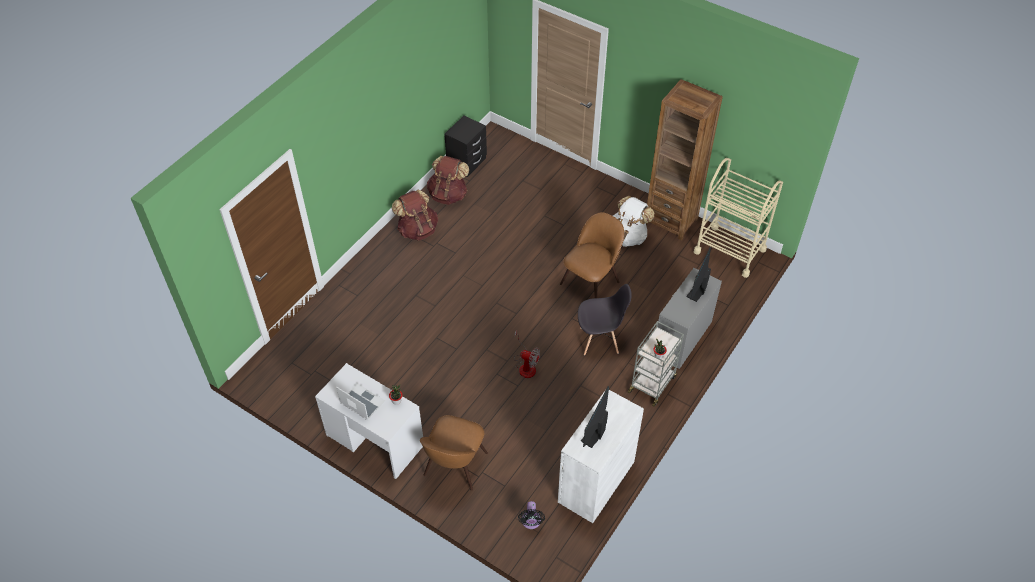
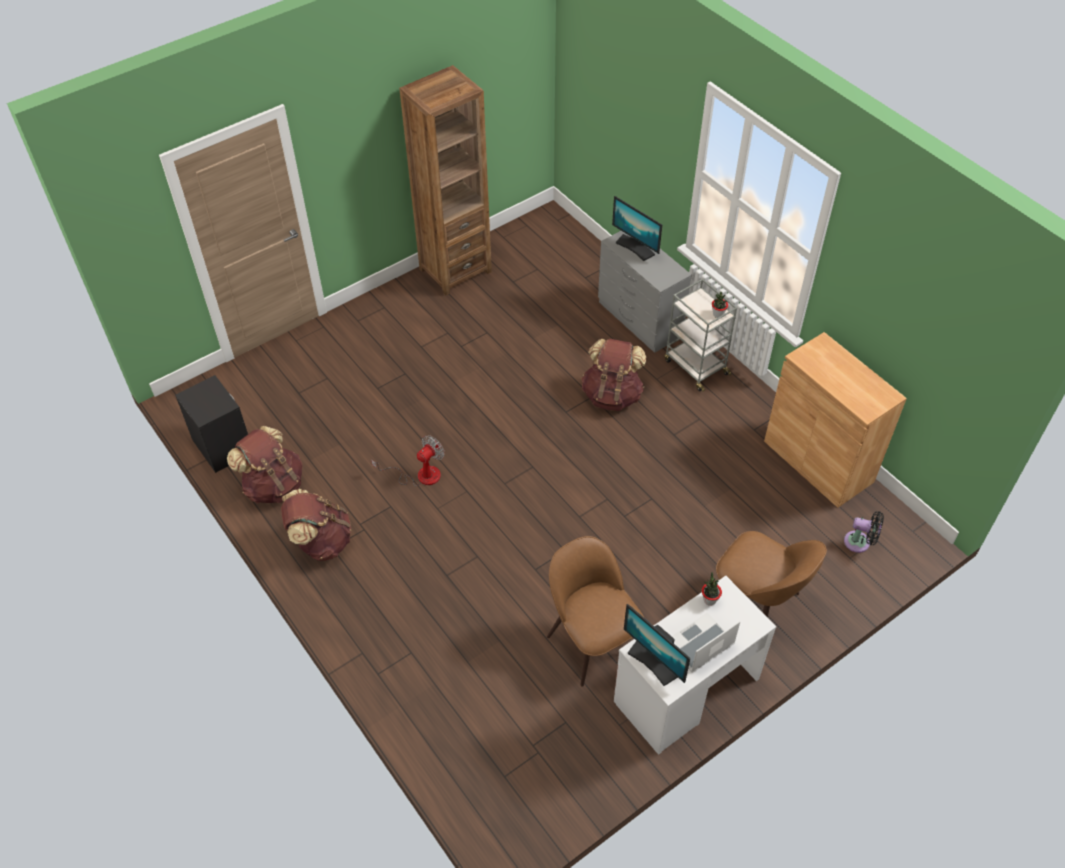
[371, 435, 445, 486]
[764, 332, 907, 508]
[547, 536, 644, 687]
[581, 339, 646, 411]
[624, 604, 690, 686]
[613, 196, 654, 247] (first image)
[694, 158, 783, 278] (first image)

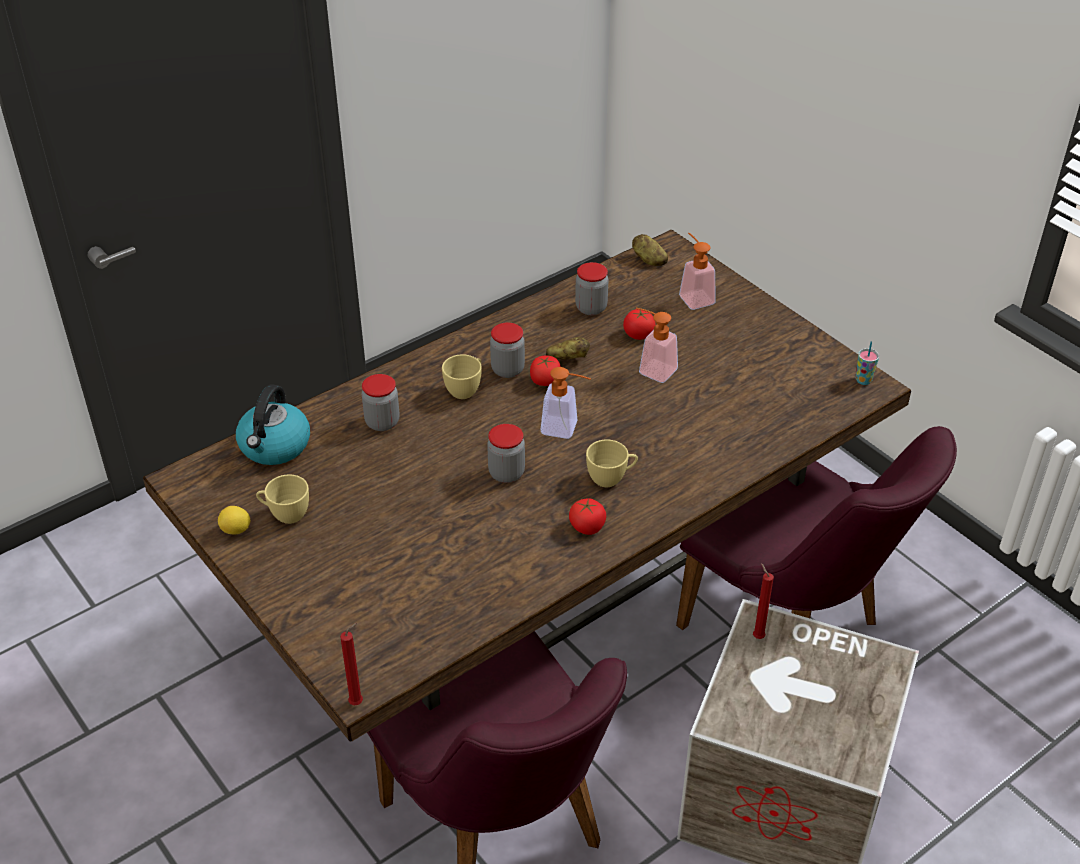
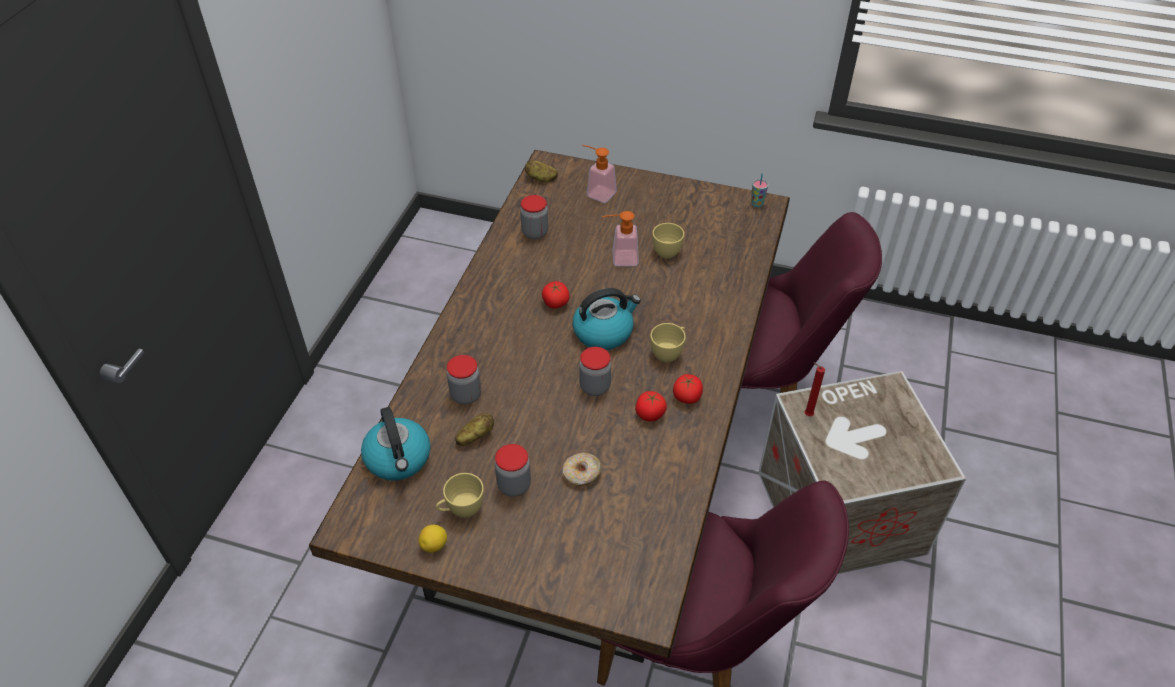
[340, 623, 363, 705] (first image)
[652, 223, 684, 259]
[495, 444, 531, 497]
[572, 288, 641, 350]
[455, 413, 494, 446]
[635, 391, 667, 421]
[563, 452, 602, 486]

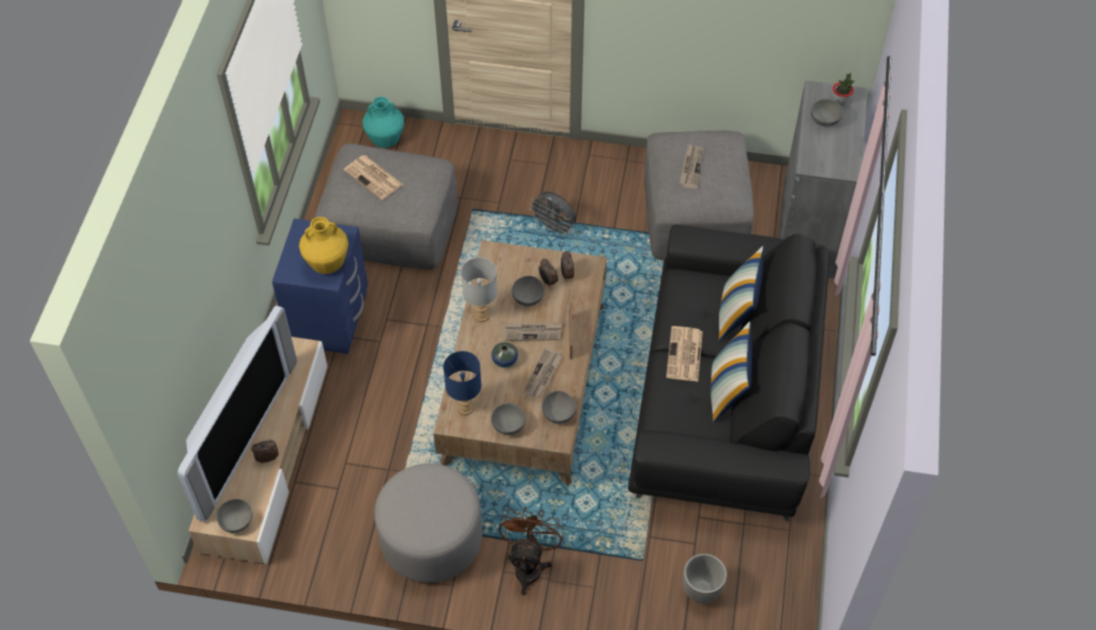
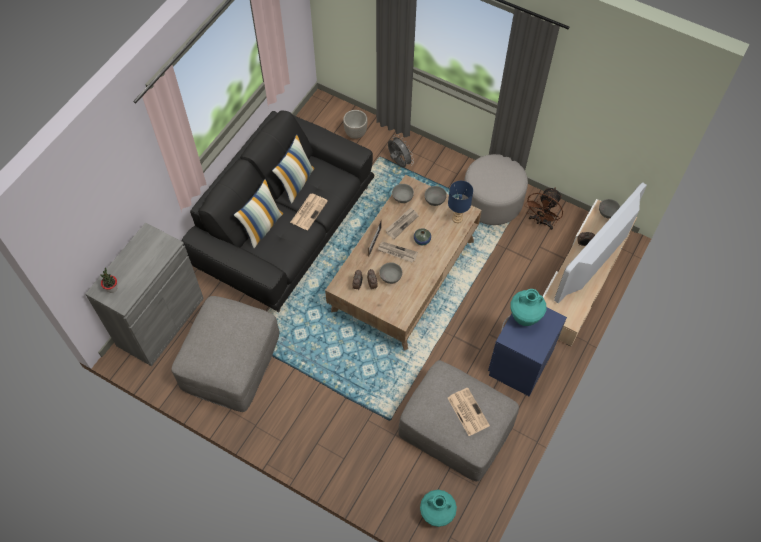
[510, 289, 547, 326]
[461, 258, 497, 322] (first image)
[524, 187, 563, 230]
[388, 135, 414, 168]
[680, 144, 704, 189] (first image)
[811, 99, 843, 126] (first image)

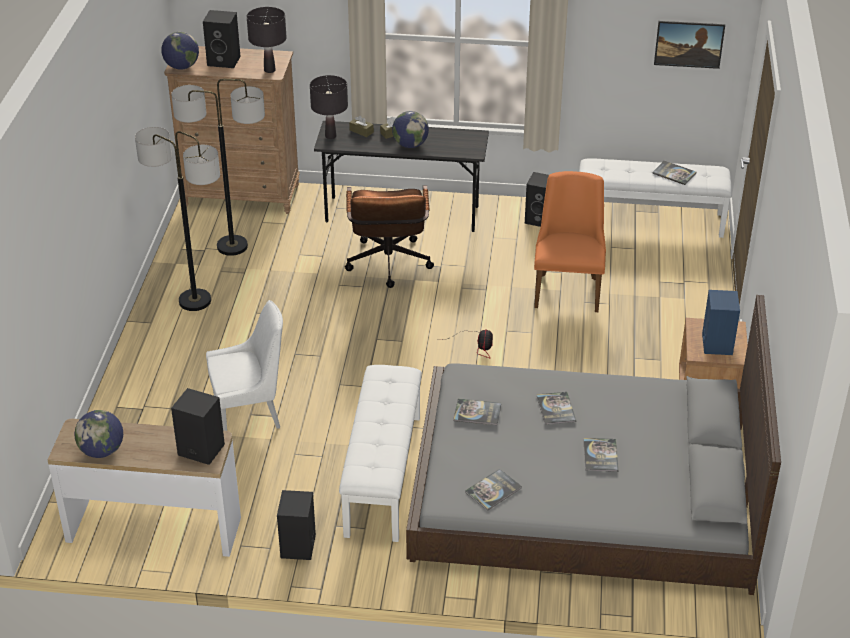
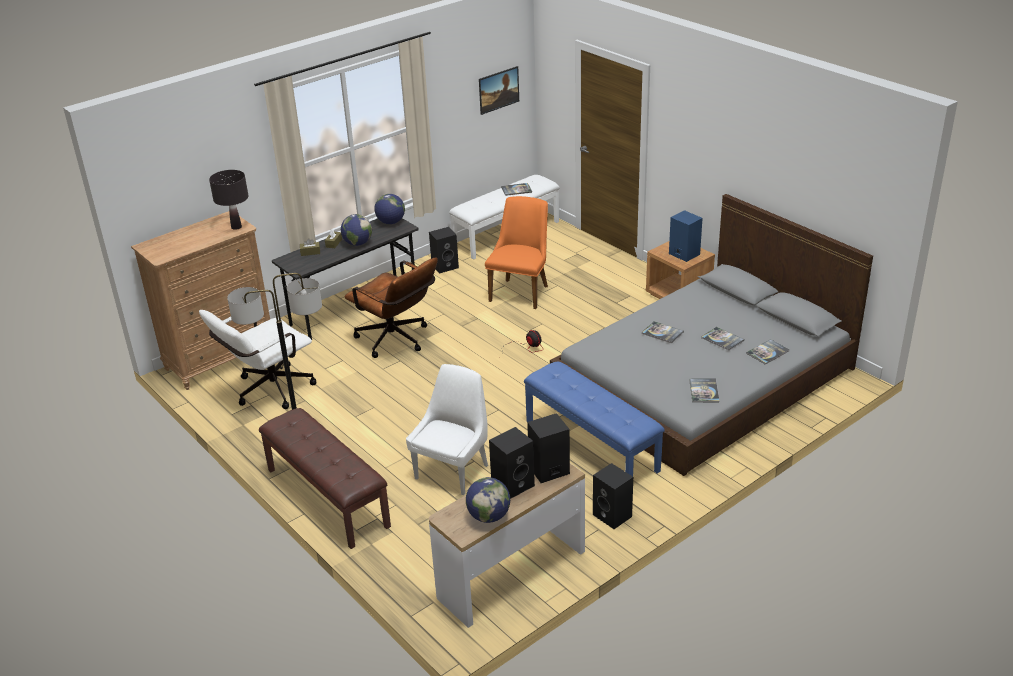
[374, 194, 405, 224]
[199, 310, 316, 409]
[489, 427, 535, 499]
[310, 75, 348, 139] (first image)
[524, 362, 665, 476]
[746, 339, 789, 365]
[485, 196, 548, 309]
[259, 408, 391, 549]

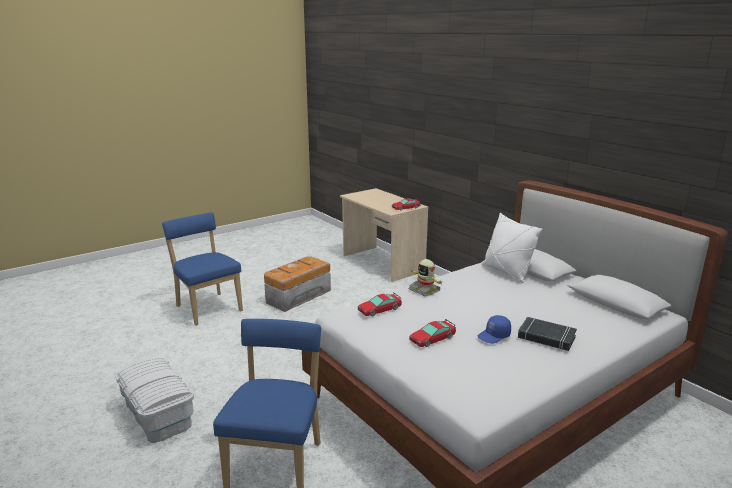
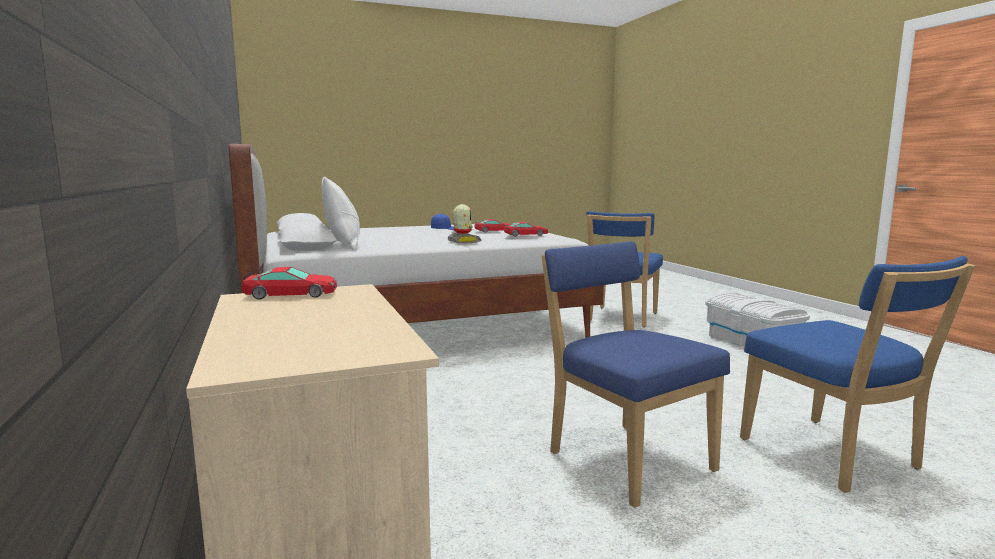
[542, 241, 730, 508]
[518, 317, 577, 351] (first image)

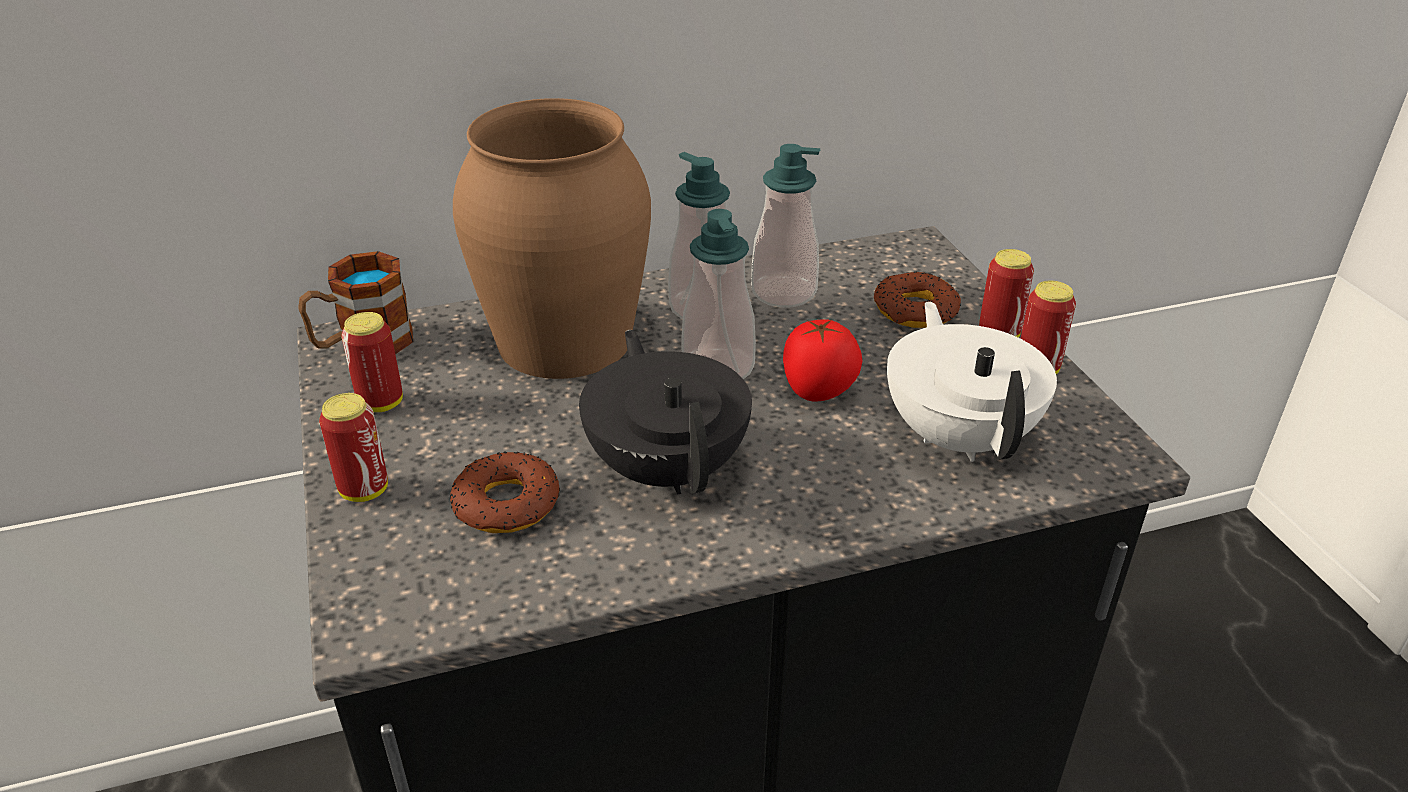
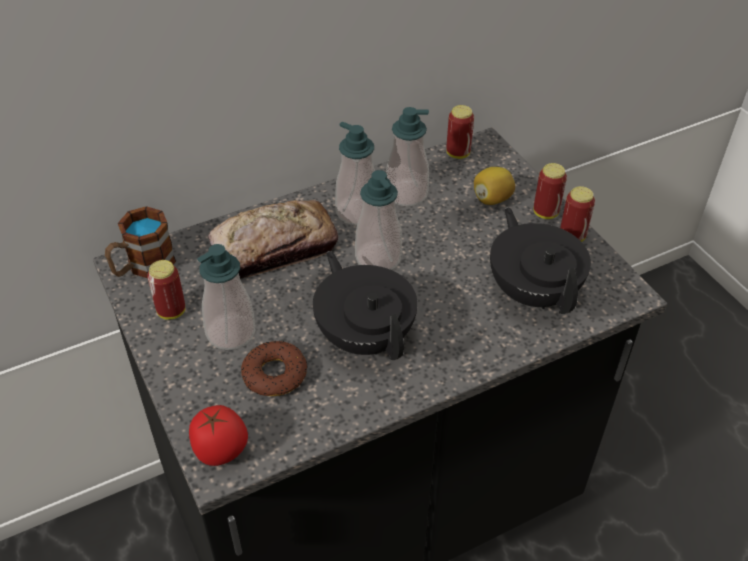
[446, 105, 474, 159]
[208, 200, 338, 279]
[189, 405, 248, 466]
[474, 167, 515, 205]
[490, 208, 591, 314]
[197, 244, 255, 350]

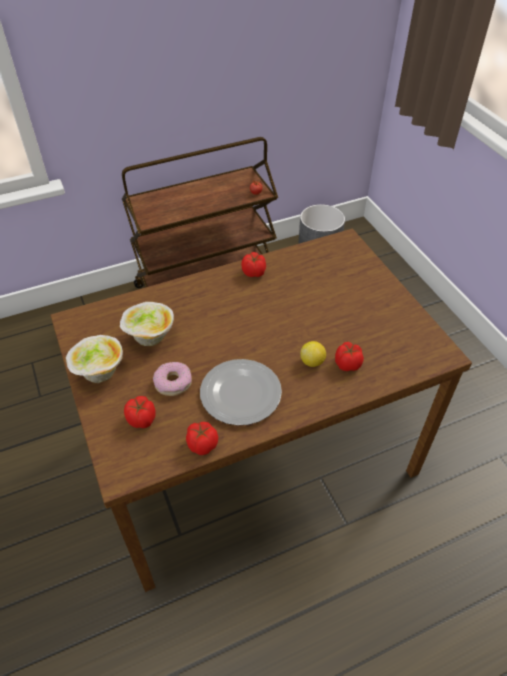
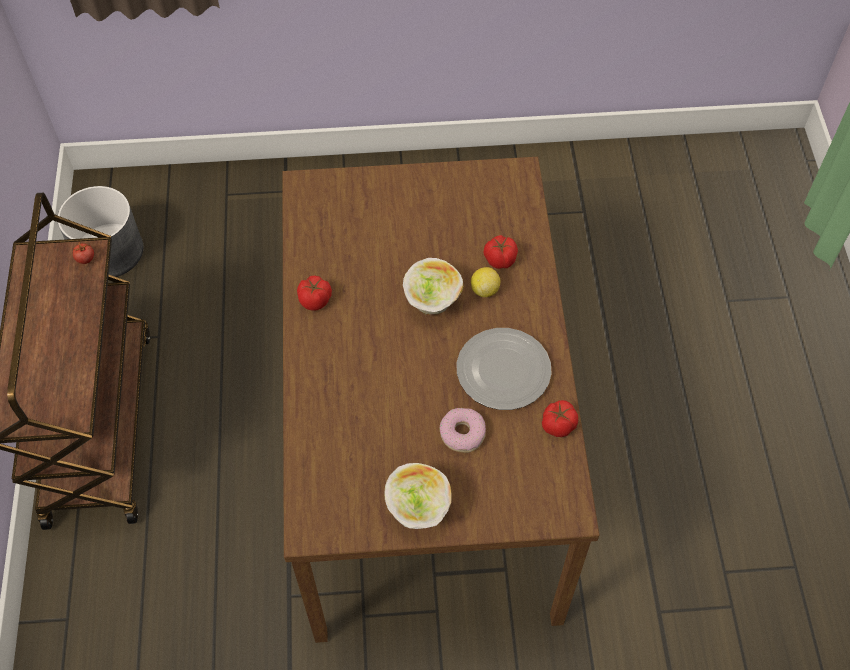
[403, 258, 463, 315]
[124, 396, 156, 428] (first image)

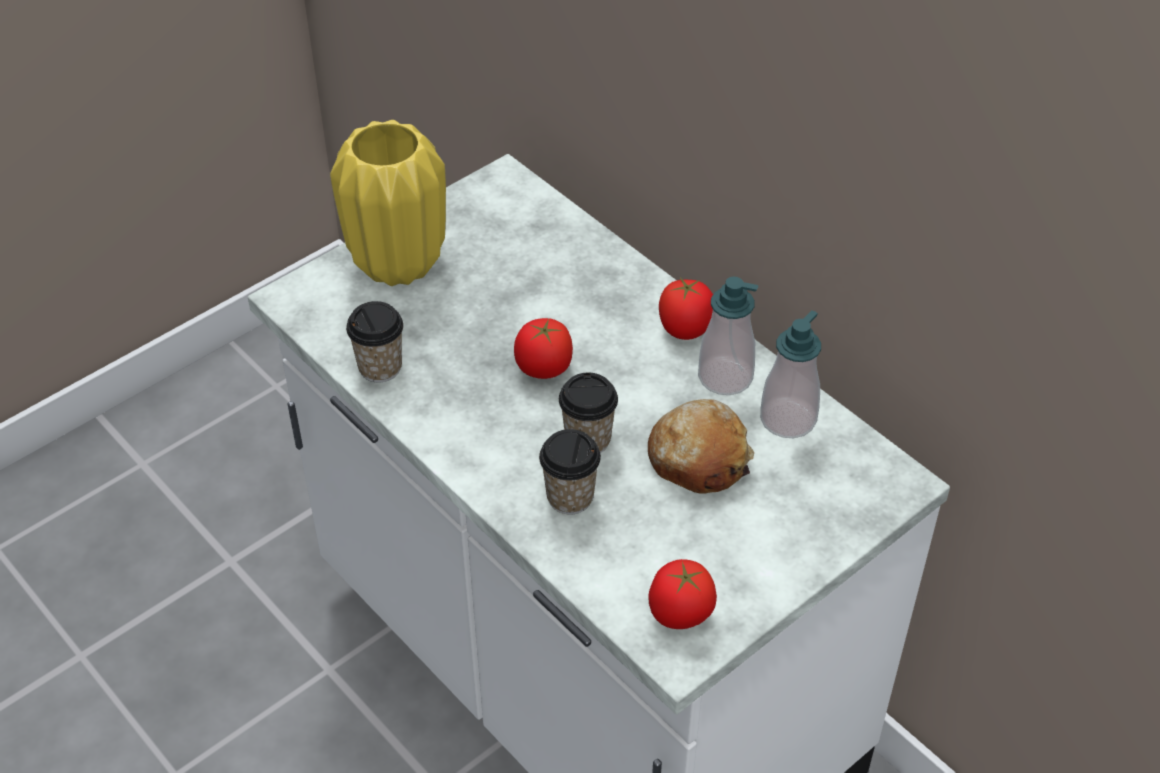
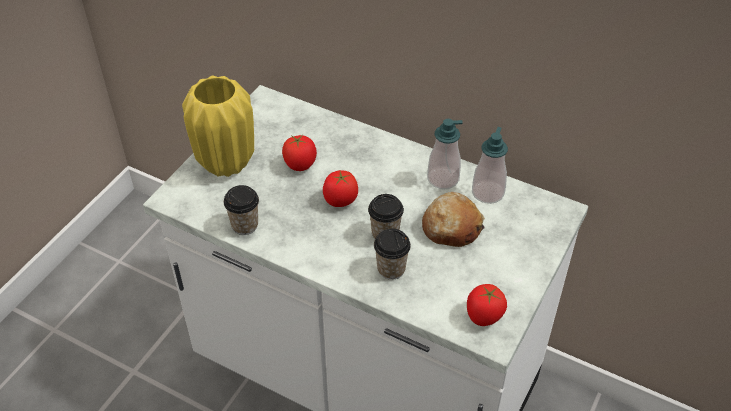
[282, 135, 317, 171]

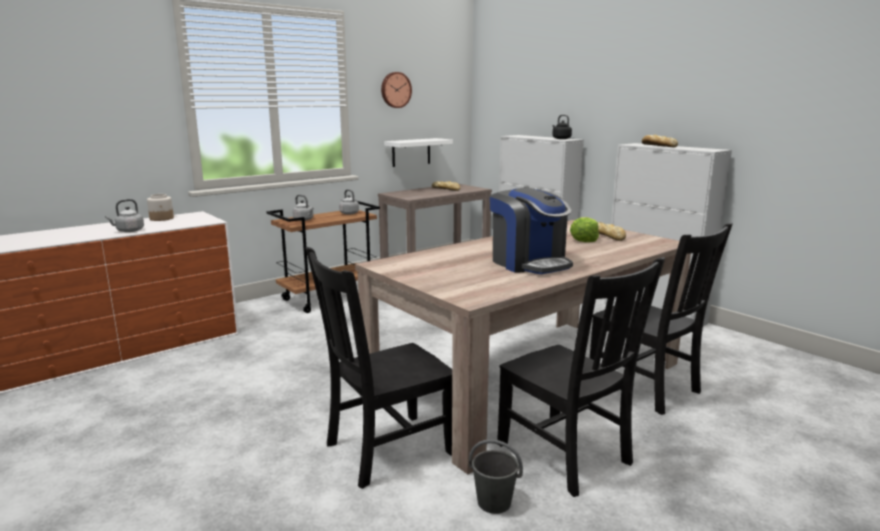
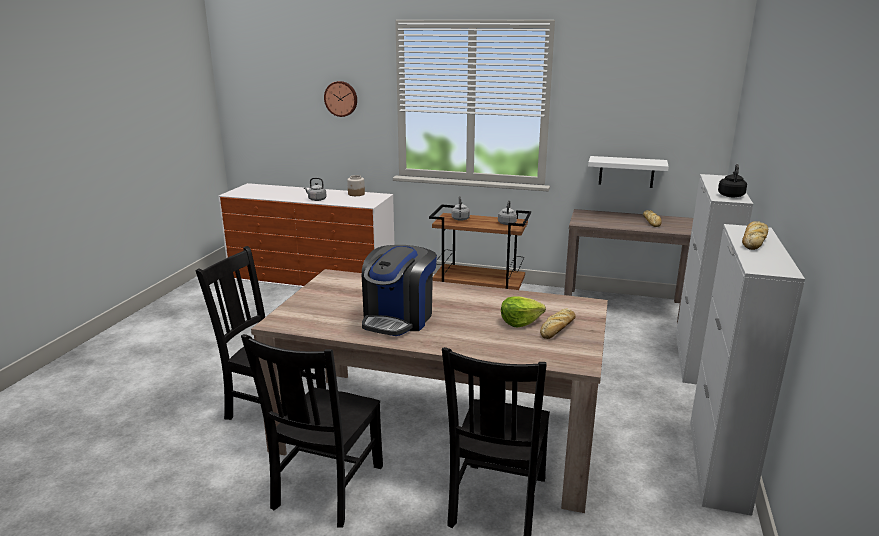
[324, 81, 357, 117]
[469, 439, 523, 514] (first image)

